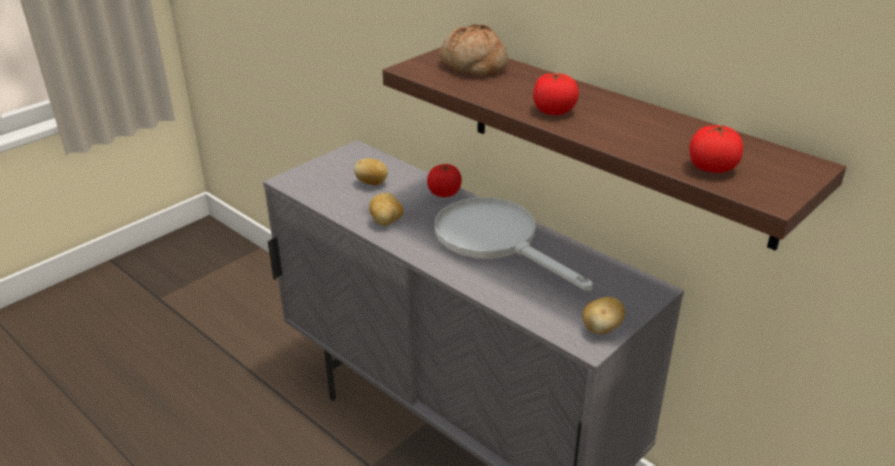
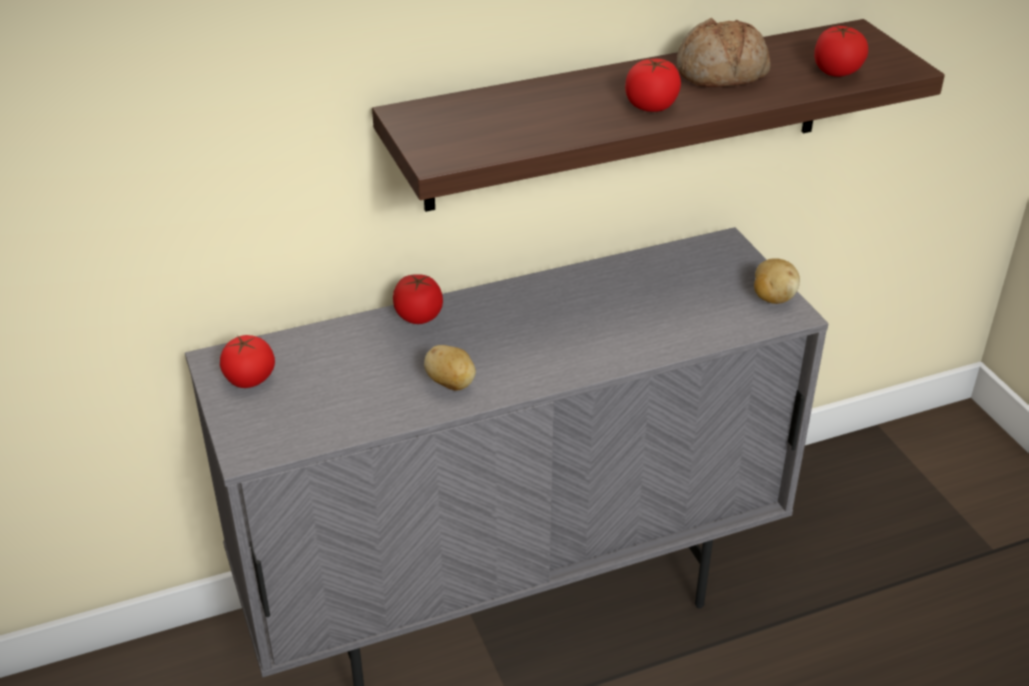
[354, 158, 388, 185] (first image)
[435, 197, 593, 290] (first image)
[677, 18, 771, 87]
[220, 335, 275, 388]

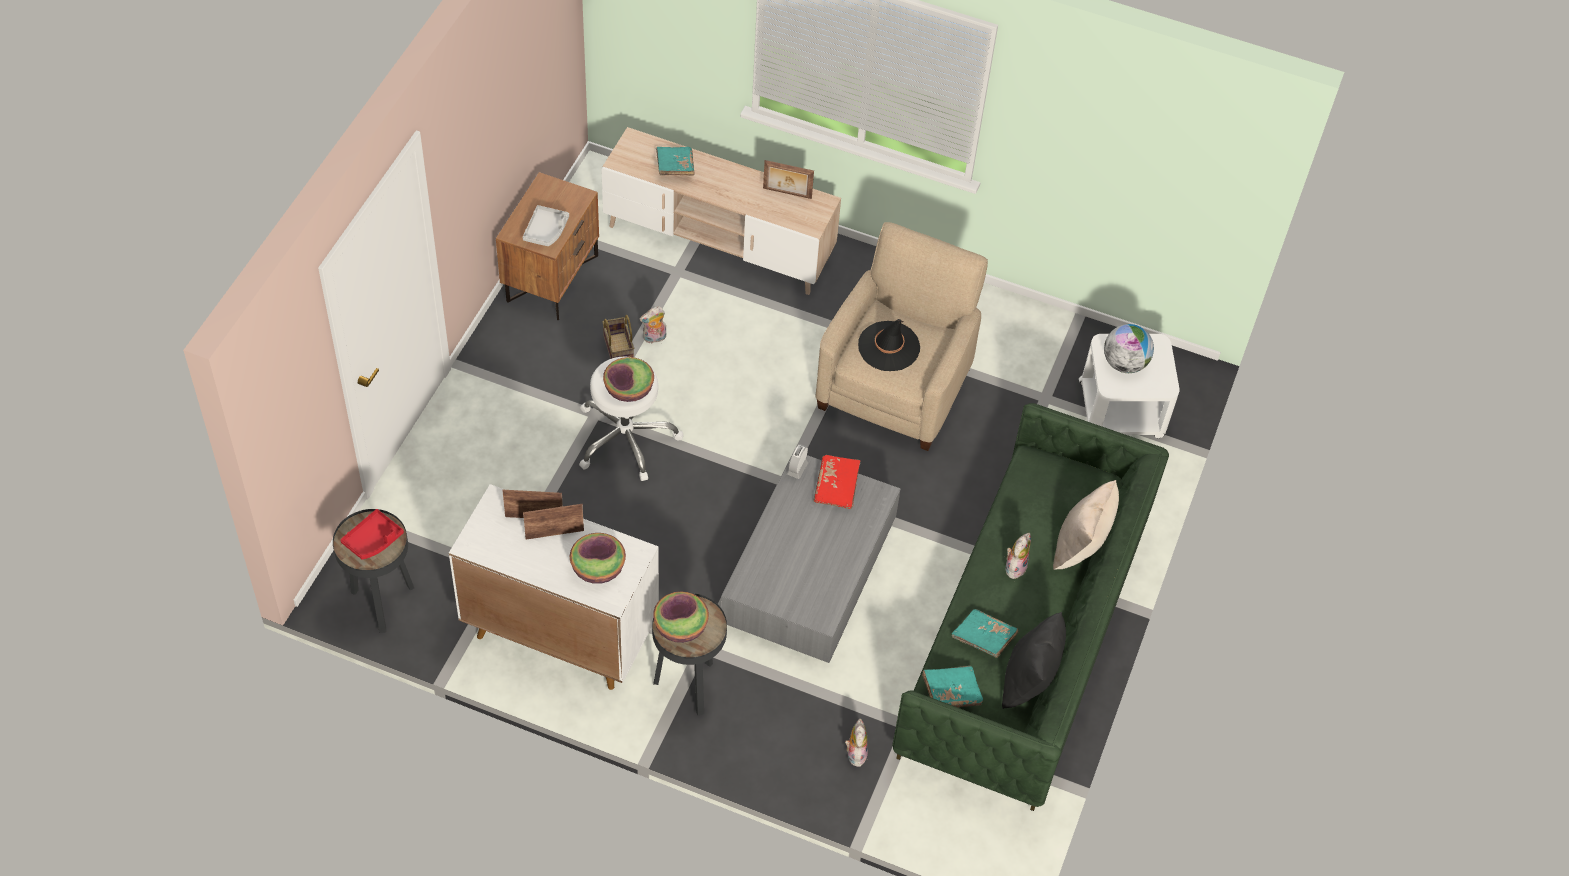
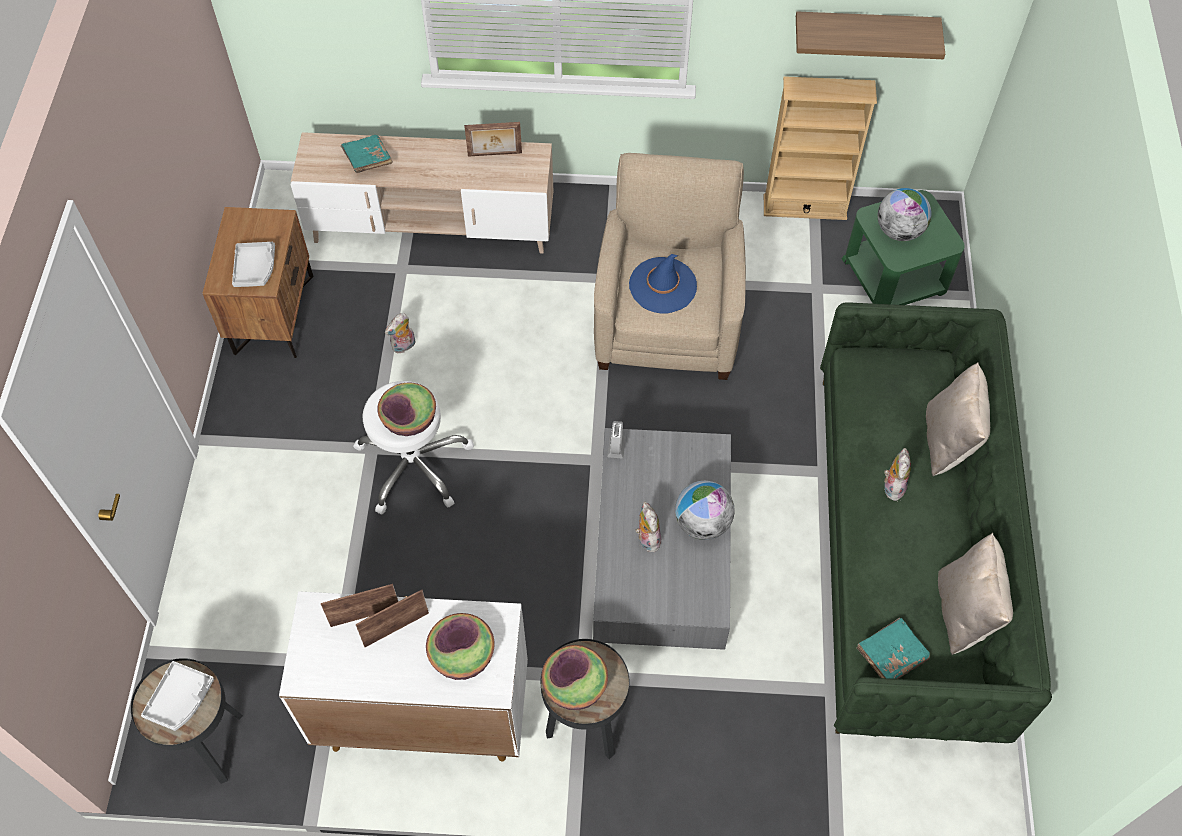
[141, 661, 214, 731]
[602, 315, 634, 359] (first image)
[814, 455, 860, 509] (first image)
[635, 501, 661, 552]
[629, 254, 697, 314]
[952, 609, 1018, 658] (first image)
[938, 533, 1013, 655]
[842, 190, 965, 305]
[675, 481, 735, 540]
[764, 76, 877, 220]
[796, 12, 945, 59]

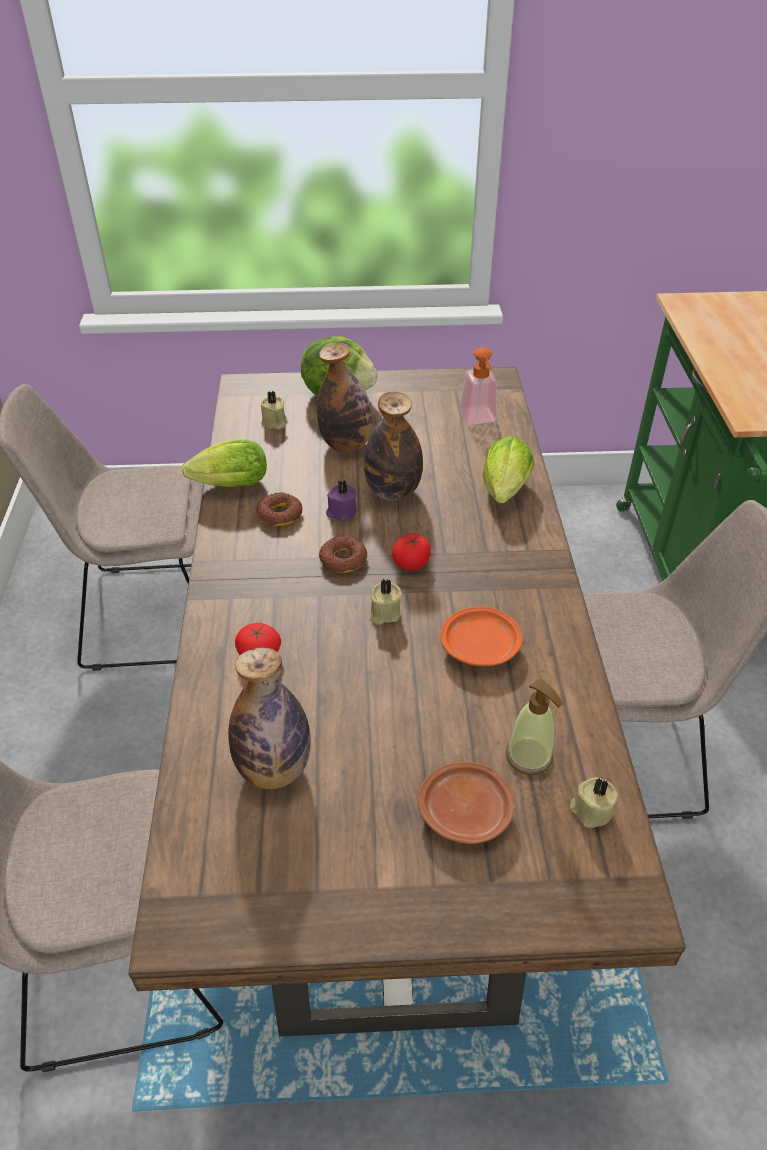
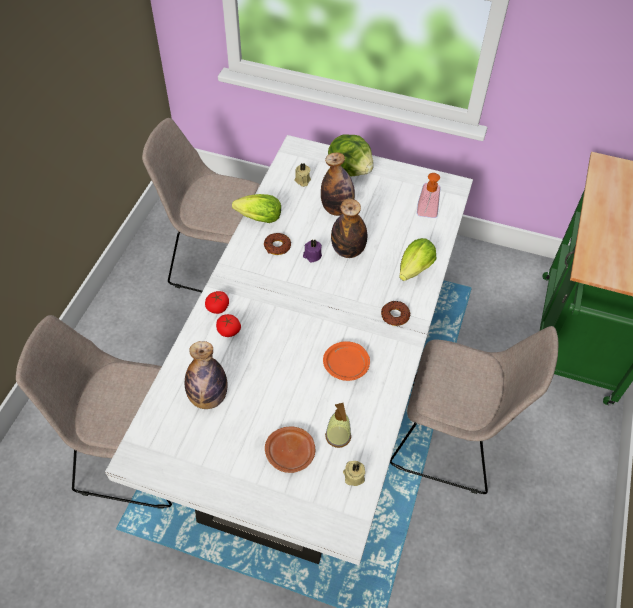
[105, 135, 473, 565]
[381, 301, 410, 326]
[370, 579, 402, 625] (first image)
[205, 291, 229, 314]

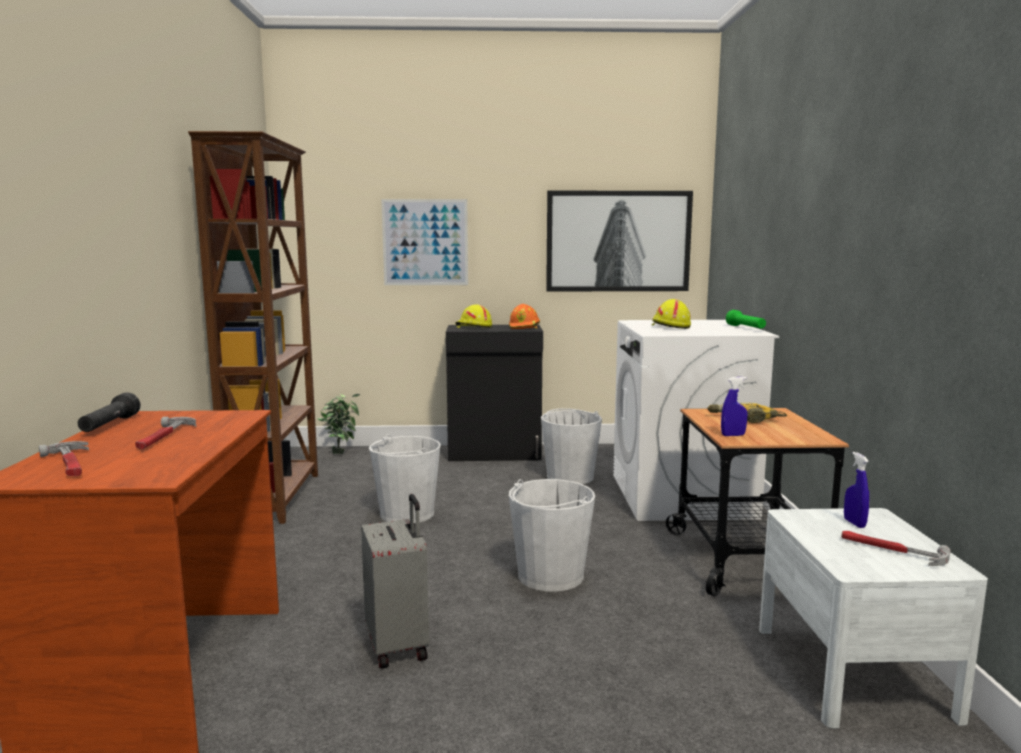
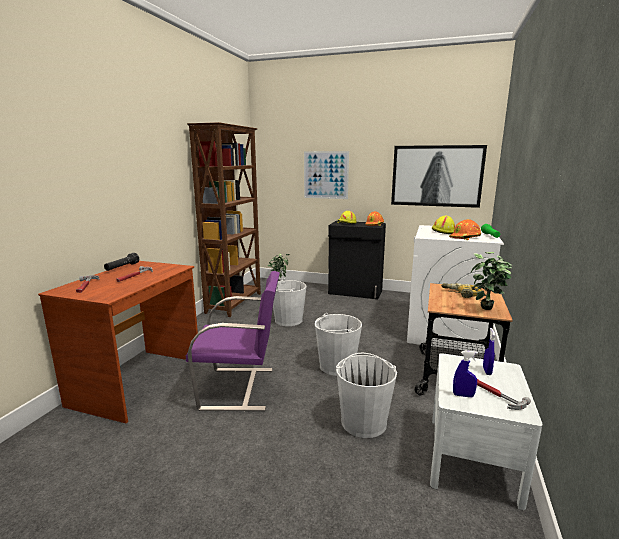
[186, 271, 280, 411]
[336, 353, 397, 438]
[453, 350, 478, 398]
[449, 219, 481, 240]
[471, 252, 512, 310]

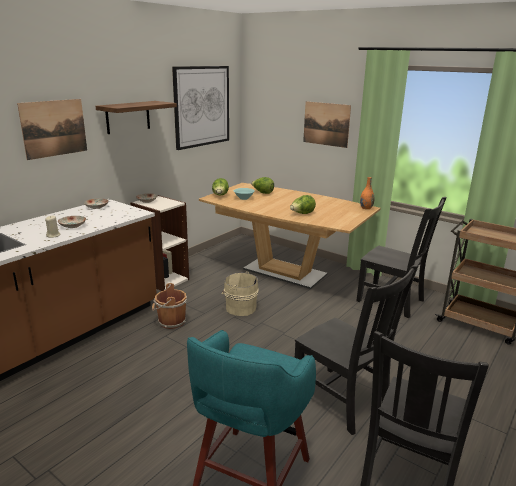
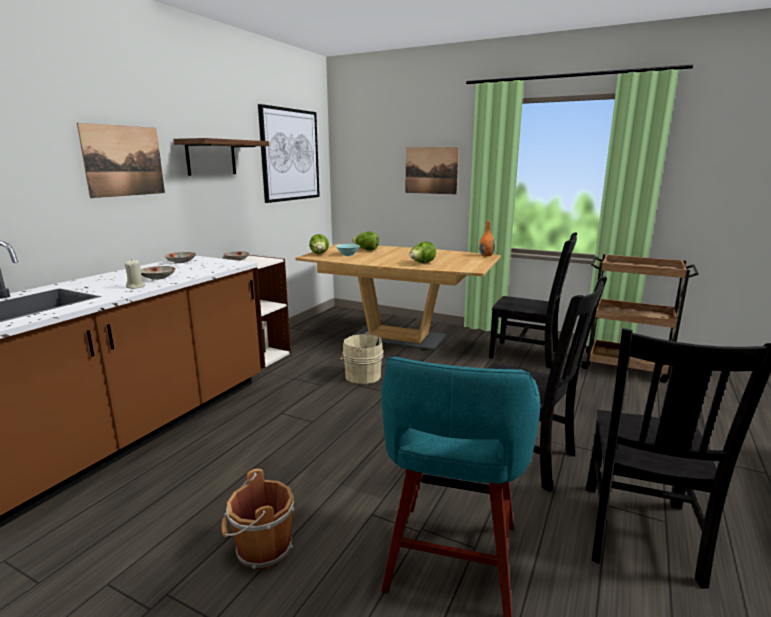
[222, 469, 294, 570]

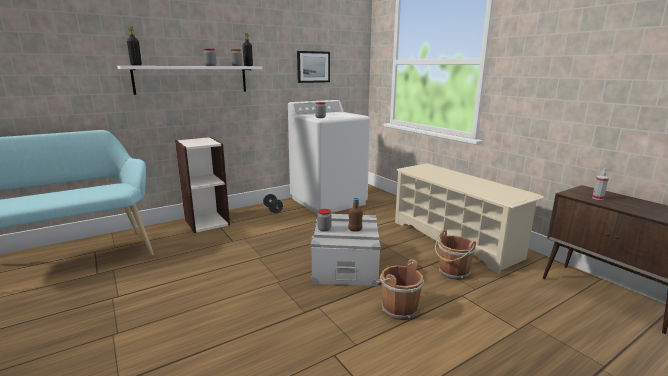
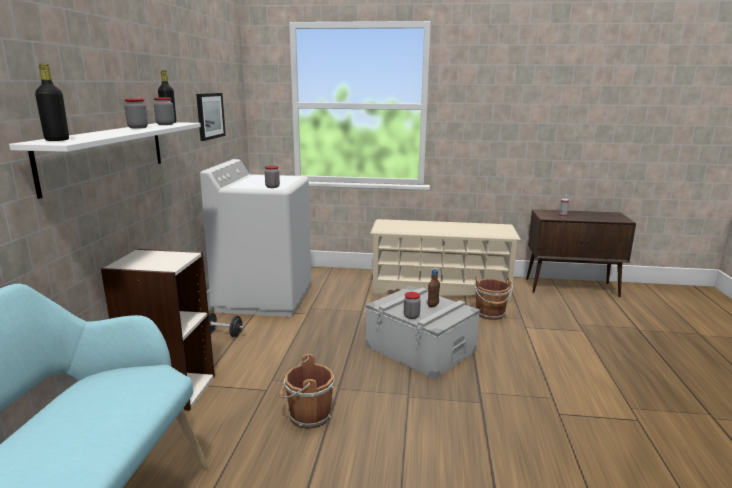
[280, 354, 334, 429]

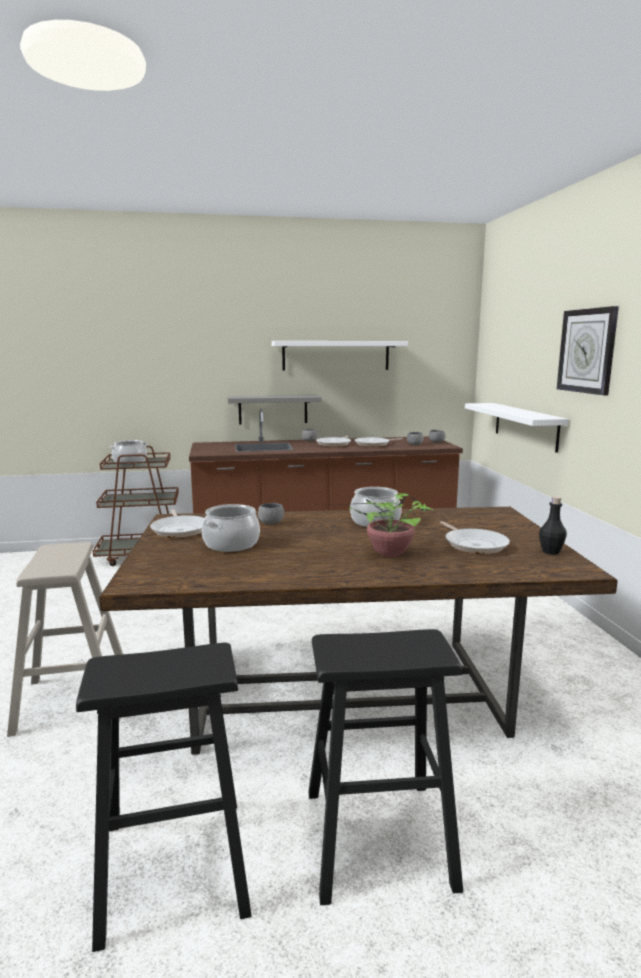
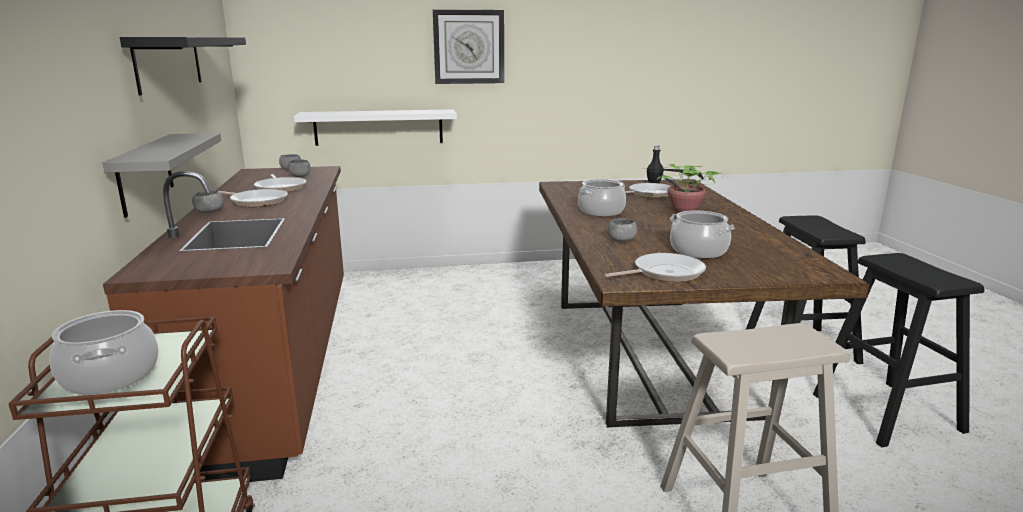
[120, 37, 246, 95]

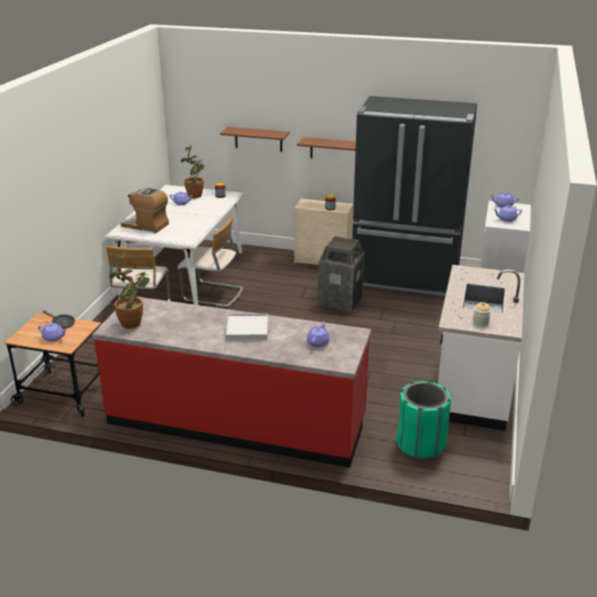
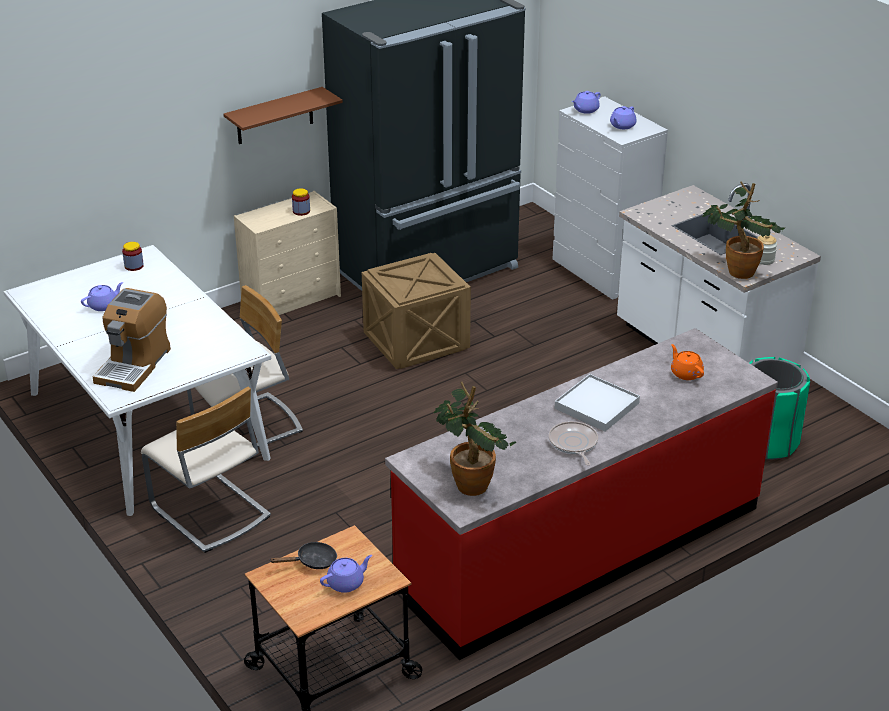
[93, 288, 171, 392]
[702, 181, 785, 279]
[220, 127, 290, 152] (first image)
[671, 344, 704, 380]
[362, 253, 471, 369]
[549, 421, 598, 466]

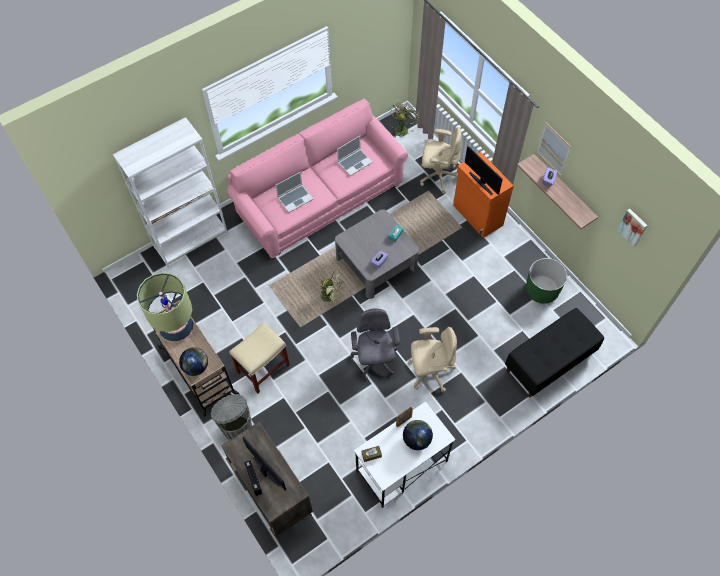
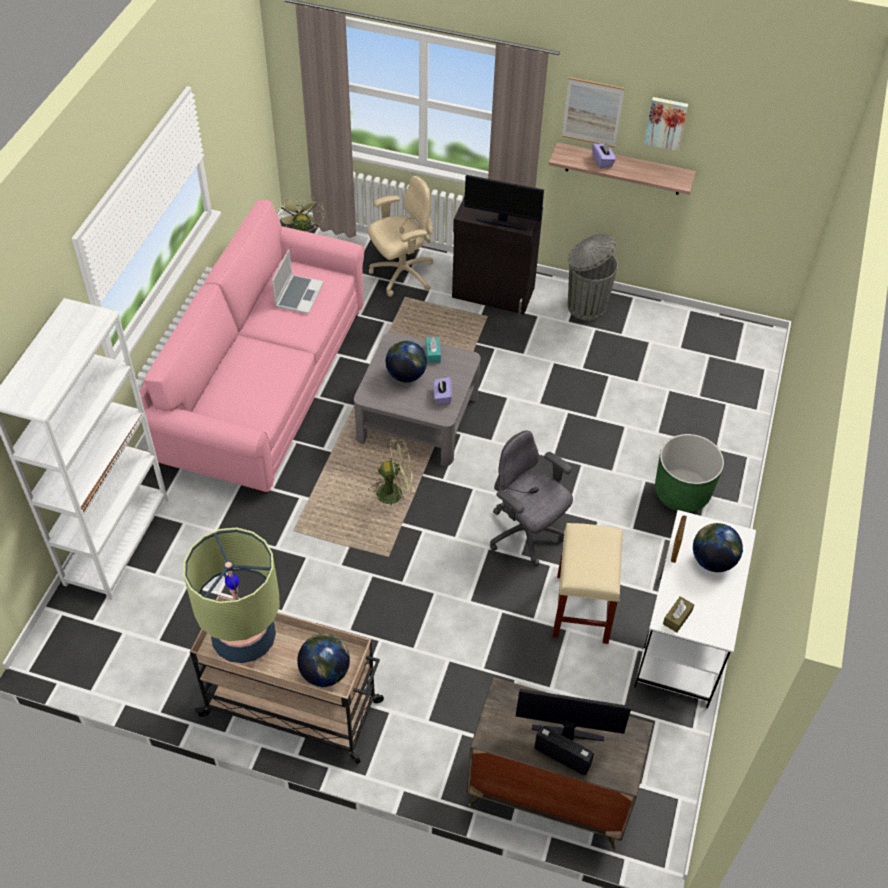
[568, 234, 618, 321]
[552, 523, 623, 644]
[276, 172, 313, 213] (first image)
[408, 327, 457, 392] (first image)
[452, 196, 543, 315]
[505, 308, 604, 398] (first image)
[655, 434, 724, 512]
[644, 97, 688, 151]
[386, 341, 427, 382]

